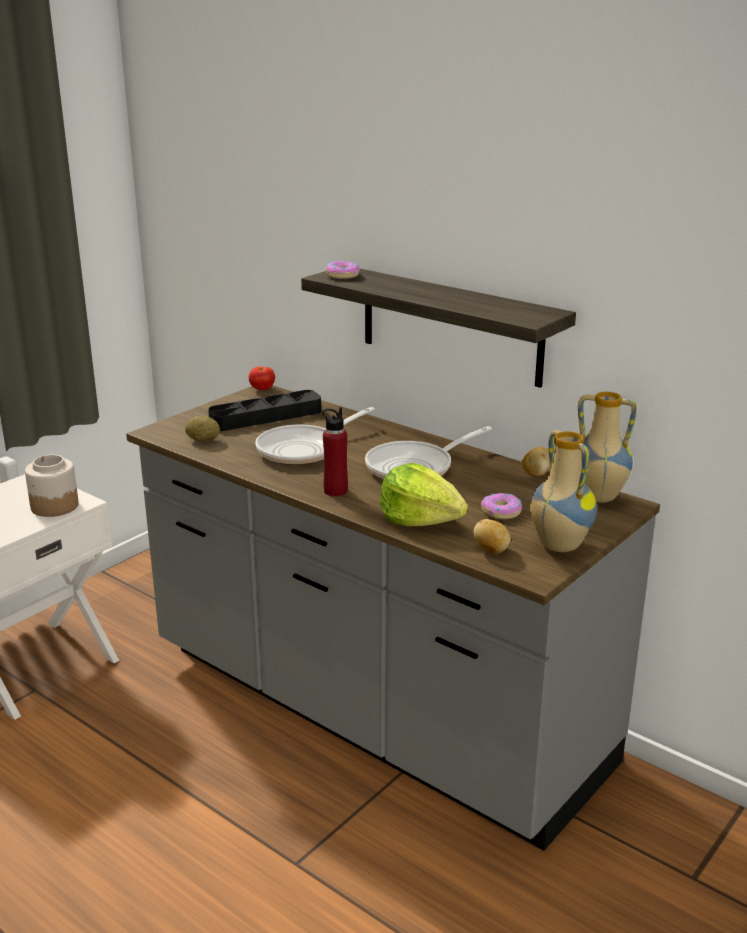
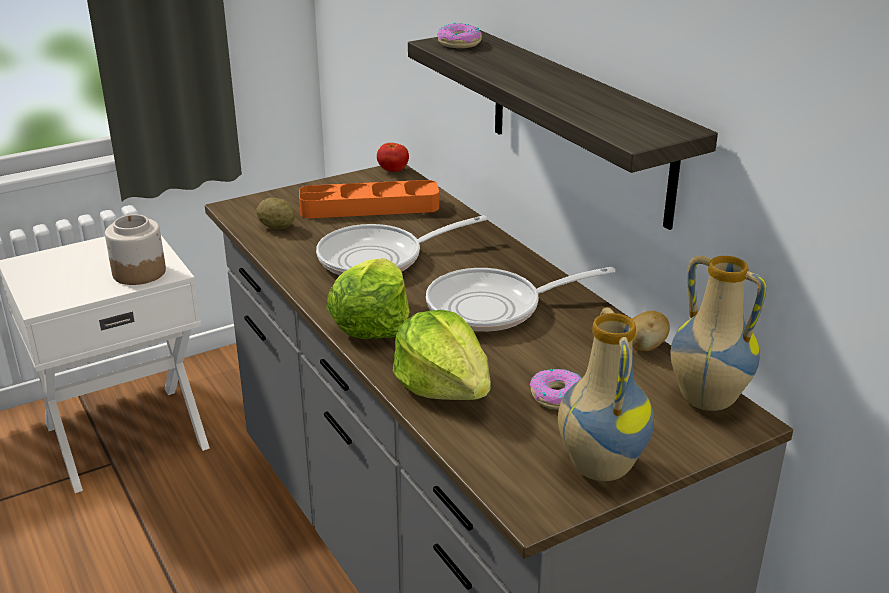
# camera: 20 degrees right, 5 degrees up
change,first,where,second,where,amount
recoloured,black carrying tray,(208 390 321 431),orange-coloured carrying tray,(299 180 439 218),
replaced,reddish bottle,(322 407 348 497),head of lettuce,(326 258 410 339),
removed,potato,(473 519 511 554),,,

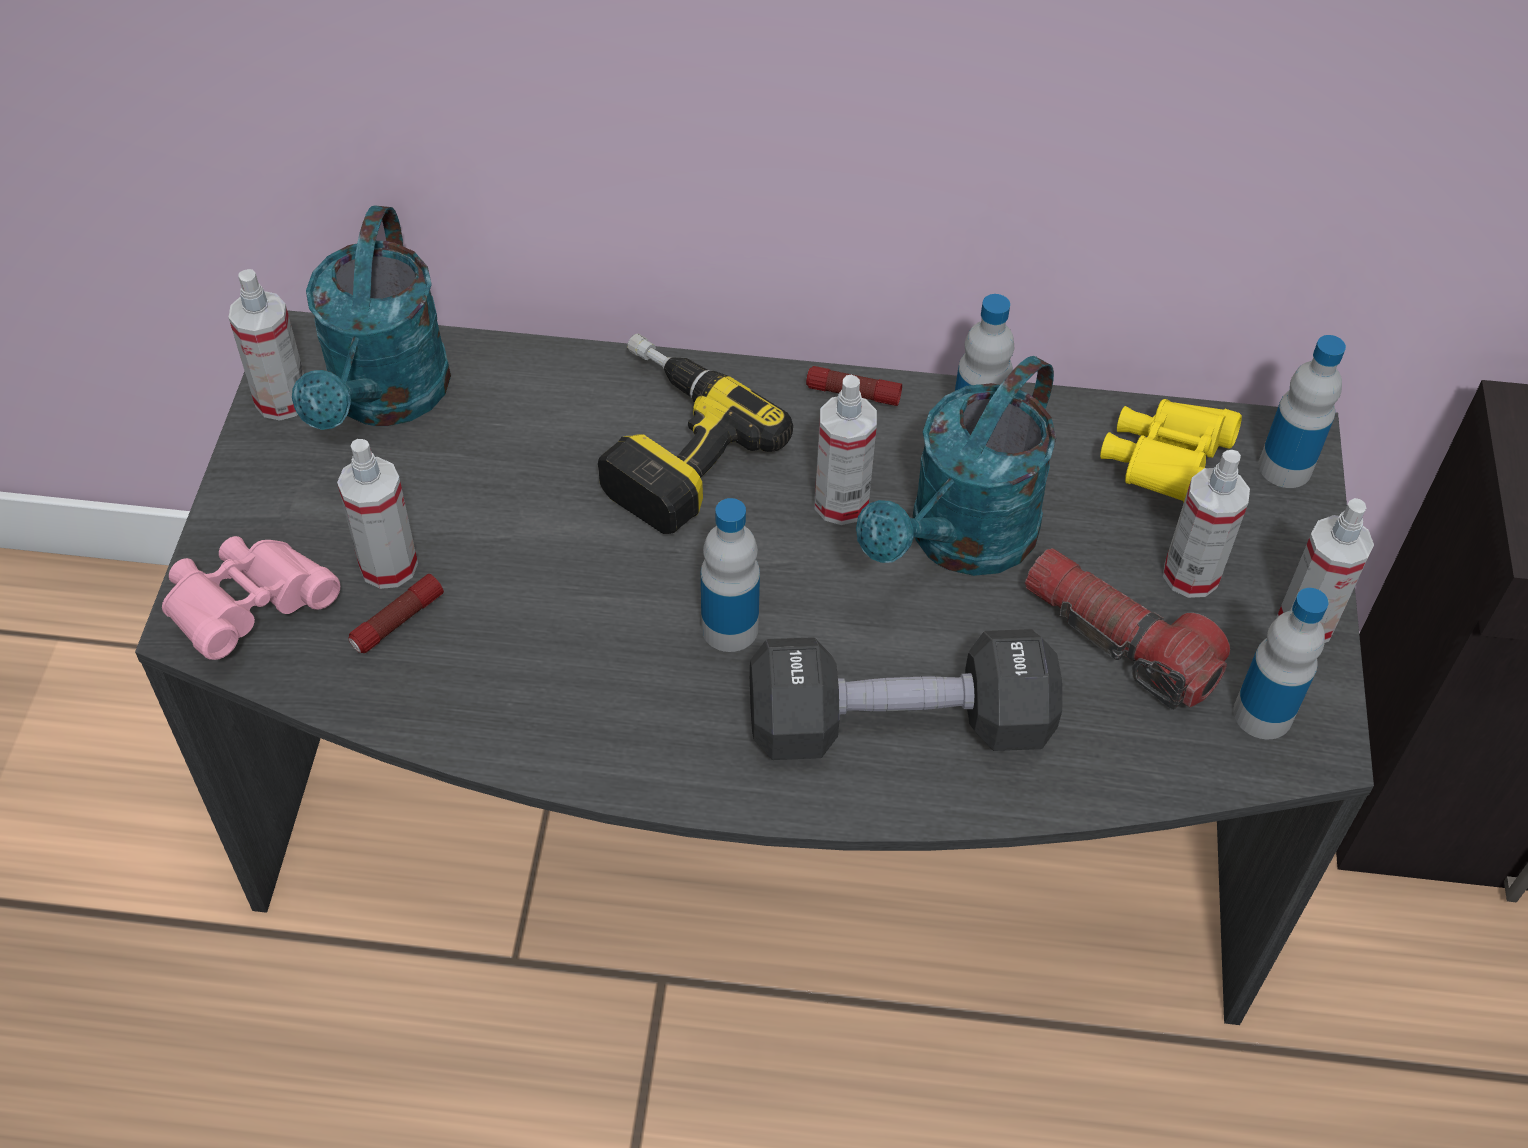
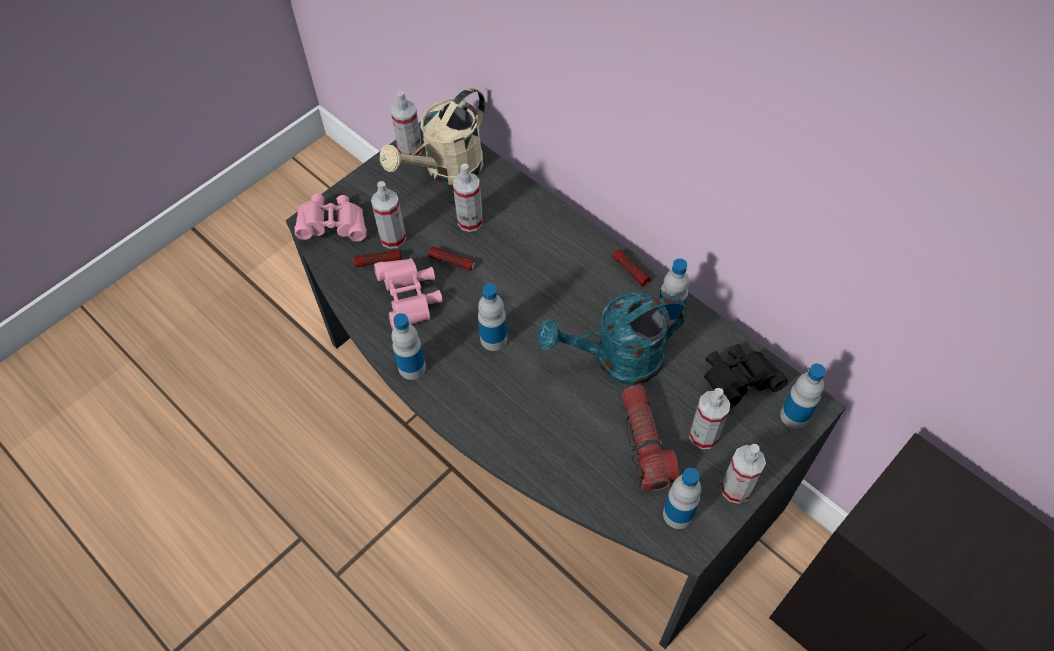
# camera: 40 degrees right, 5 degrees up
change,first,where,second,where,amount
added,,,pink field glasses,(374 258 443 329),
recoloured,blue-green watering can,(292 205 451 430),beige-coloured watering can,(380 87 485 185),
added,,,bottle,(391 313 426 380),
added,,,hand torch,(428 246 475 271),
moved,sprayer,(815 374 877 525),,(453 164 483 232),
recoloured,yellow-coloured field glasses,(1100 399 1242 502),black field glasses,(704 344 788 408),
removed,power drill,(598 334 793 534),,,
removed,black dumbbell,(750 629 1062 760),,,

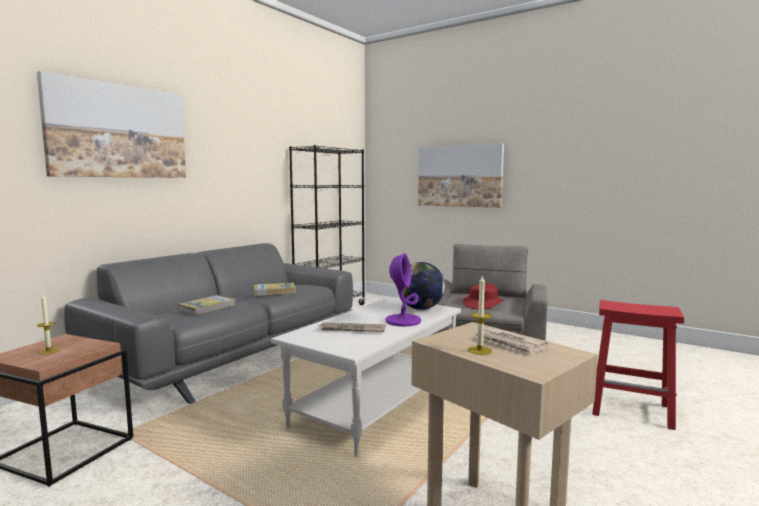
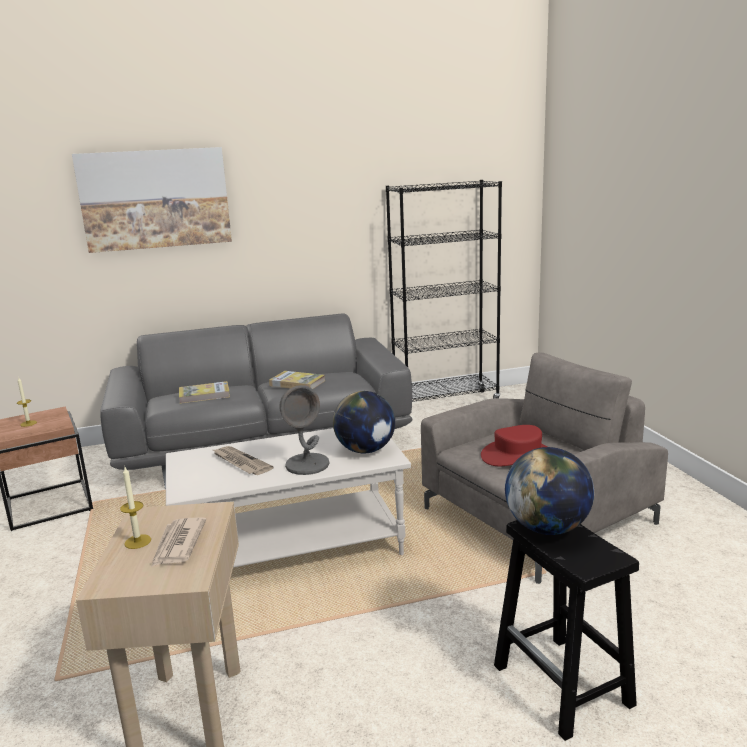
# camera: 40 degrees right, 10 degrees up
change,first,where,second,where,amount
recoloured,purplish tabletop lamp,(385 253 421 326),greyish tabletop lamp,(279 385 330 475),
recoloured,reddish sitting stool,(592 300 684 430),black sitting stool,(494 520 639 741),
added,,,world globe,(505 447 594 535),
removed,wall art,(418 143 504 208),,,

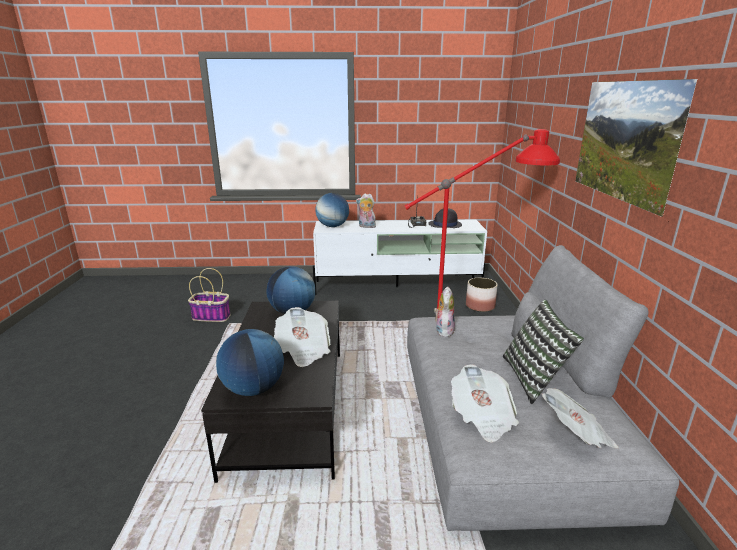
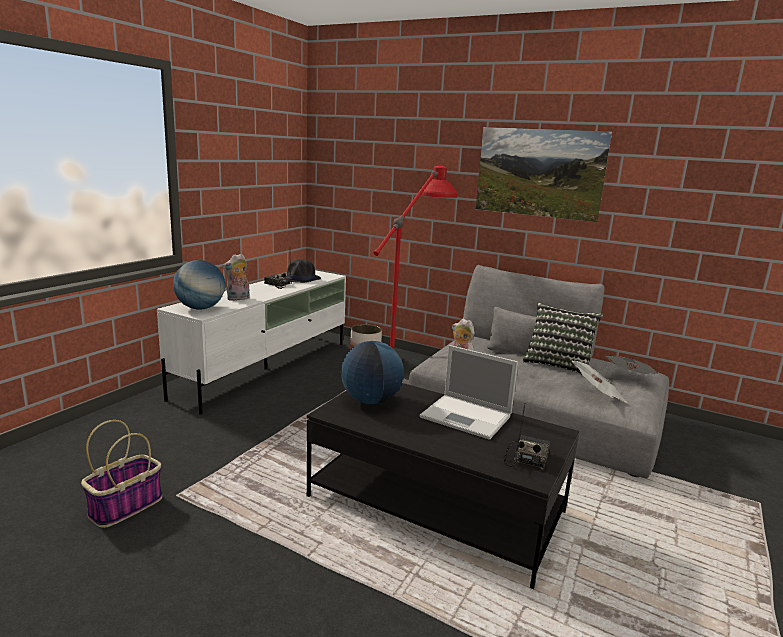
# camera: 60 degrees left, 5 degrees down
change,first,where,second,where,amount
replaced,daily paper,(274 307 331 367),notebook computer,(420 345 518 440),
replaced,world globe,(216 329 284 396),radio receiver,(504 405 550 471),

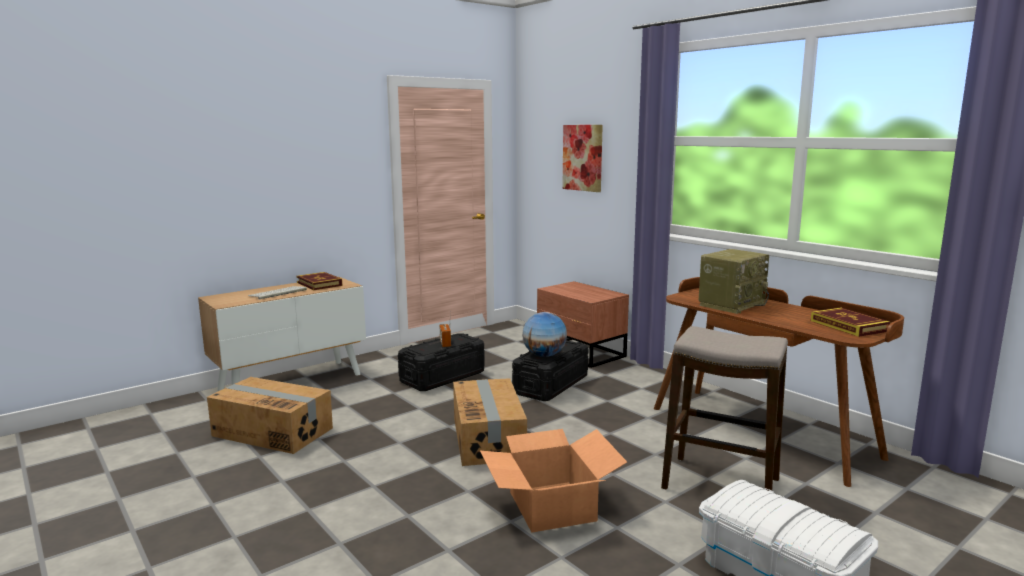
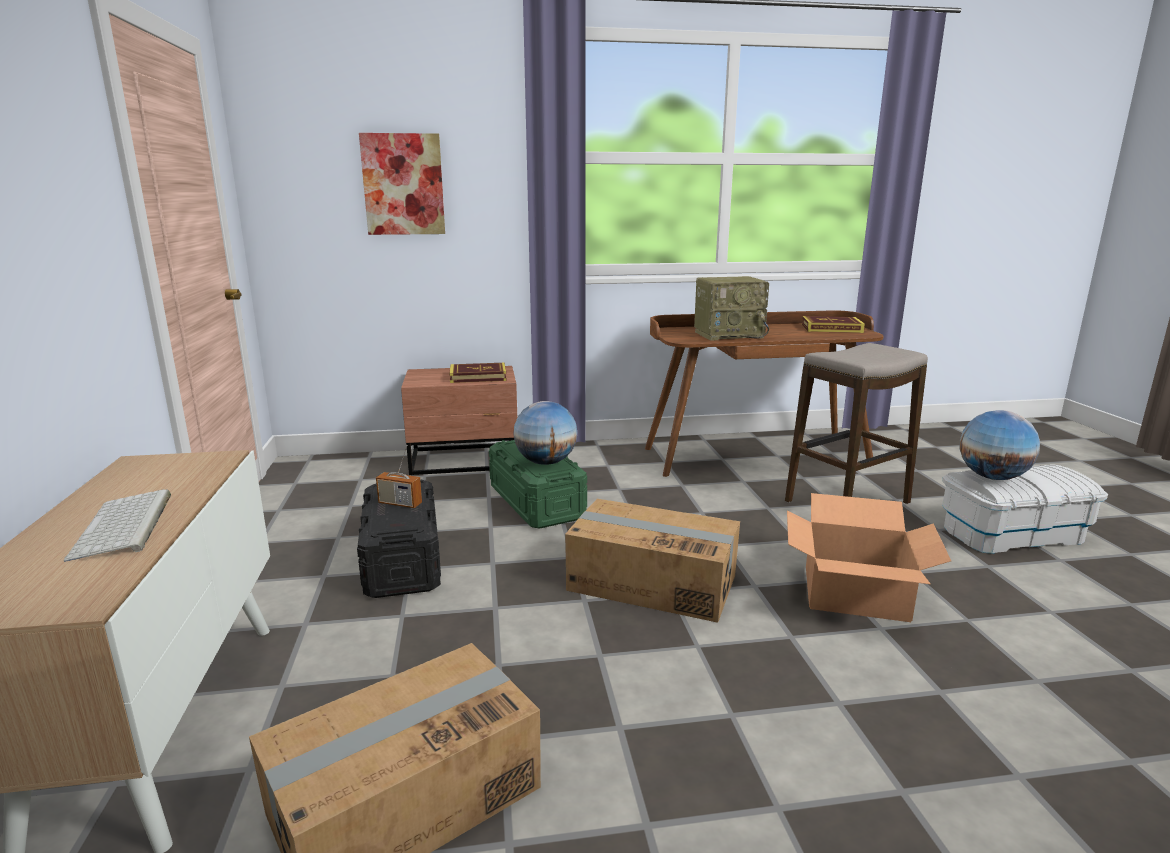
# camera: 60 degrees left, 5 degrees up
change,first,where,second,where,amount
moved,book,(296 272 342 290),,(449 363 506 383),
recoloured,black storage bin,(512 340 588 401),greenish storage bin,(489 440 587 529),
turned,radio receiver,(699 249 769 314),,(694 276 769 341),90 degrees clockwise
added,,,world globe,(960 410 1040 480),

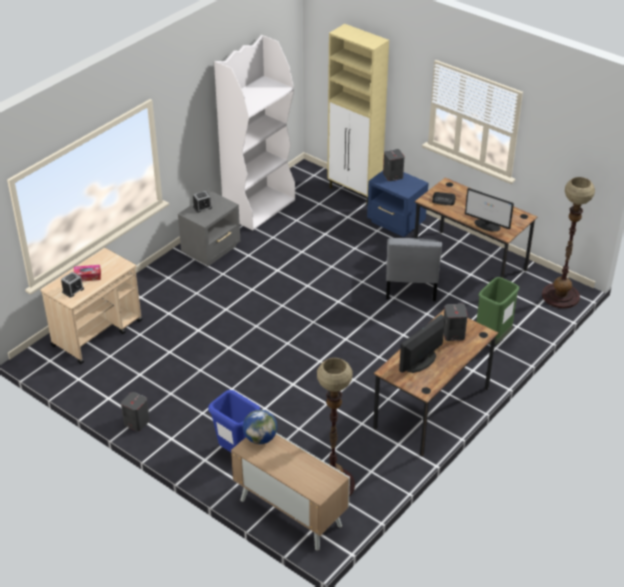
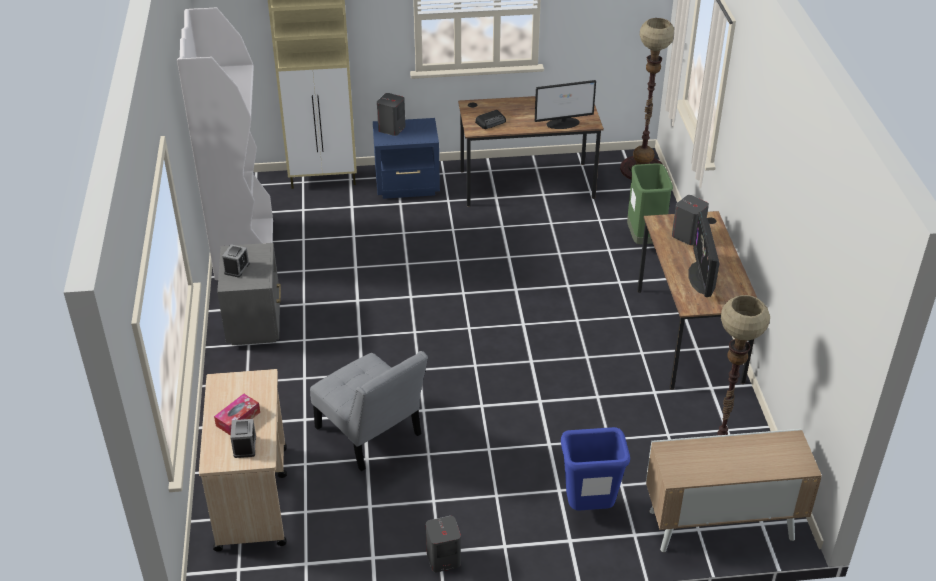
# camera: 45 degrees left, 0 degrees up
change,first,where,second,where,amount
moved,greyish plain chair,(386 238 442 301),,(310 351 428 471),
removed,world globe,(243 410 277 444),,,

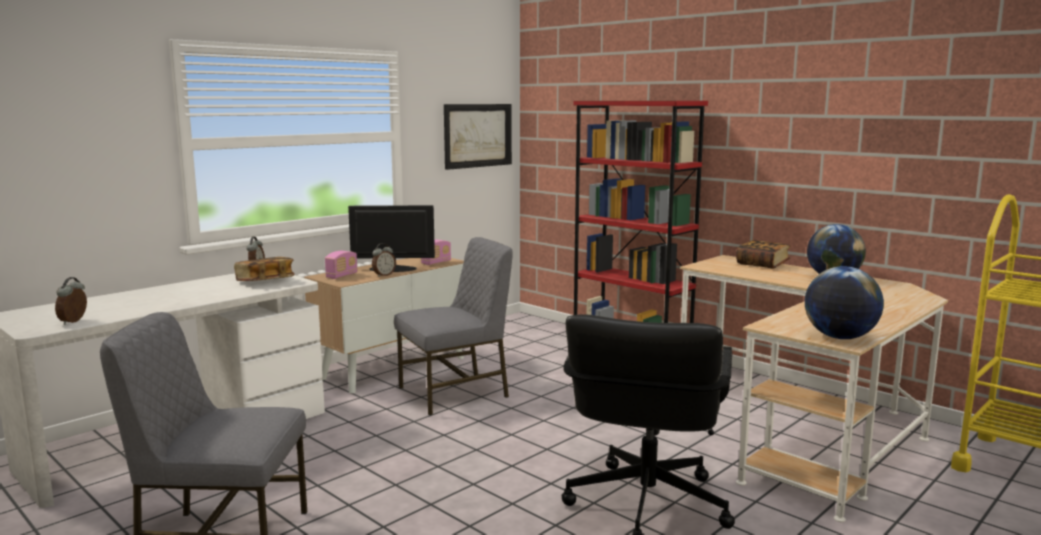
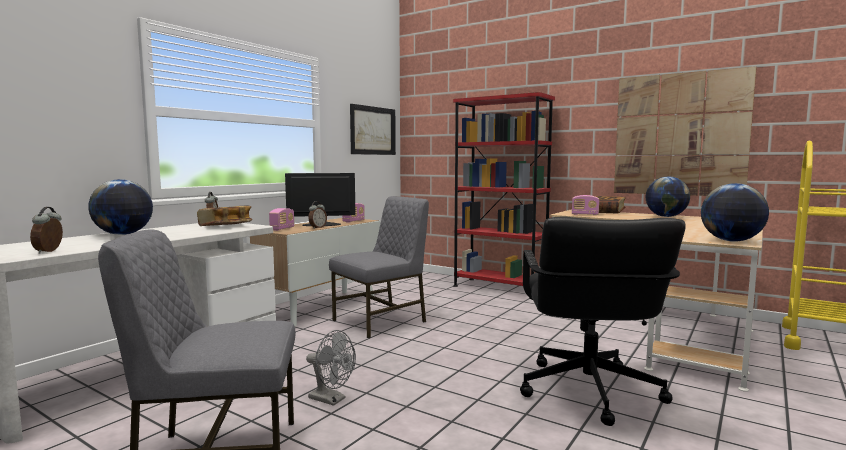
# camera: 10 degrees left, 5 degrees down
change,first,where,second,where,amount
added,,,world globe,(88 179 153 235),
added,,,greyish electric fan,(306 330 356 406),
added,,,radio receiver,(572 195 599 215),
added,,,wall art,(614 67 757 196),

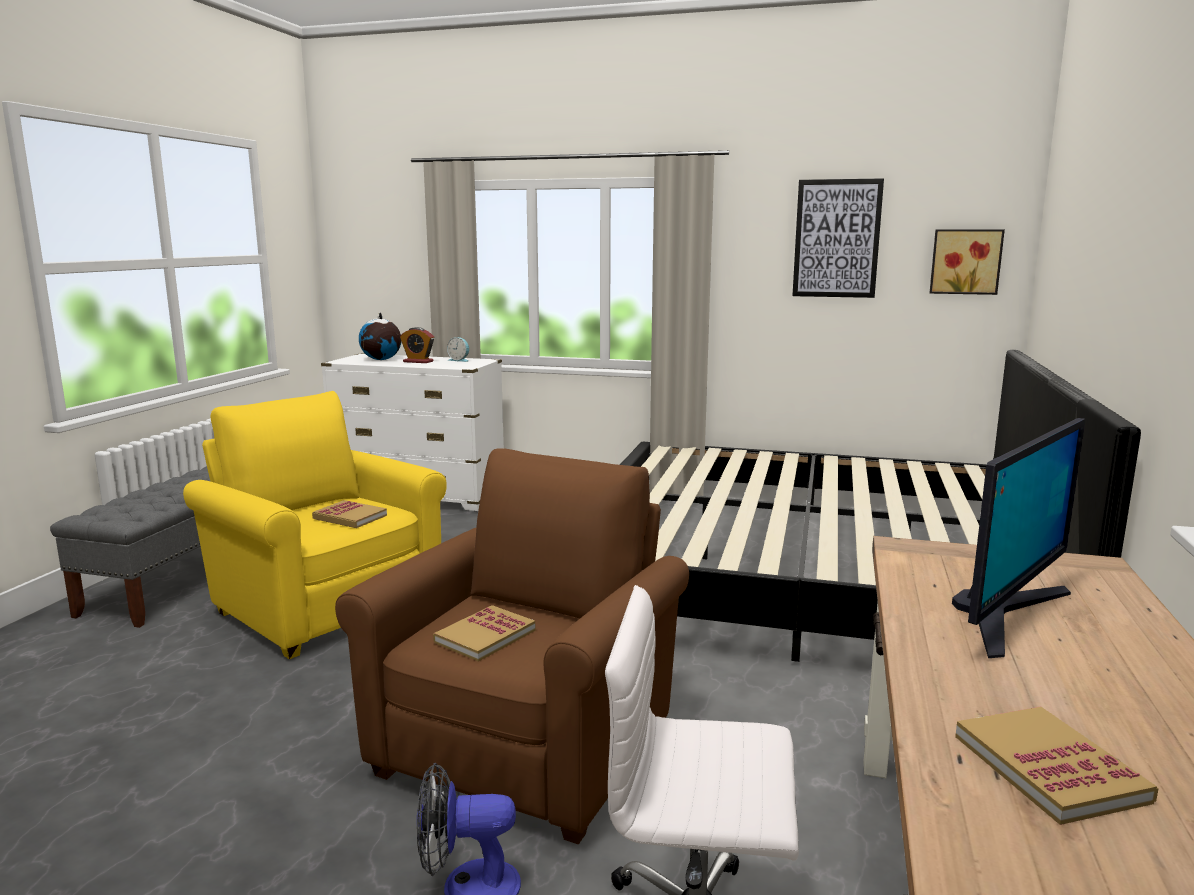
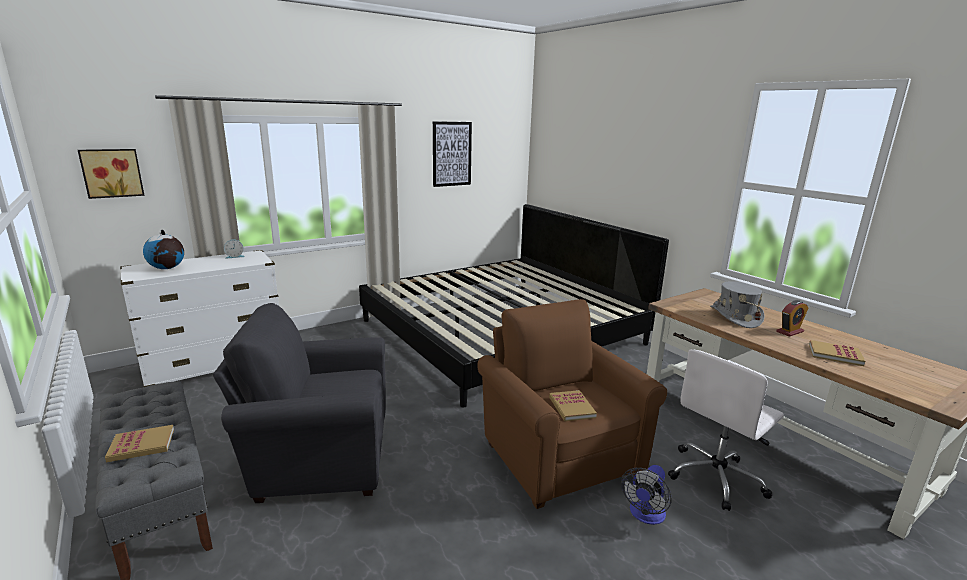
# camera: 50 degrees left, 5 degrees up
change,first,where,second,where,amount
moved,wall art,(930 229 1005 295),,(78 149 145 199),
moved,book,(312 500 387 528),,(105 425 174 462),
recoloured,yellow-coloured lounge chair,(183 391 447 659),greyish lounge chair,(213 303 386 503),
replaced,computer screen,(952 418 1086 658),greyish clothing hat,(710 281 765 328),
moved,alarm clock,(400 327 434 363),,(776 300 808 337),

